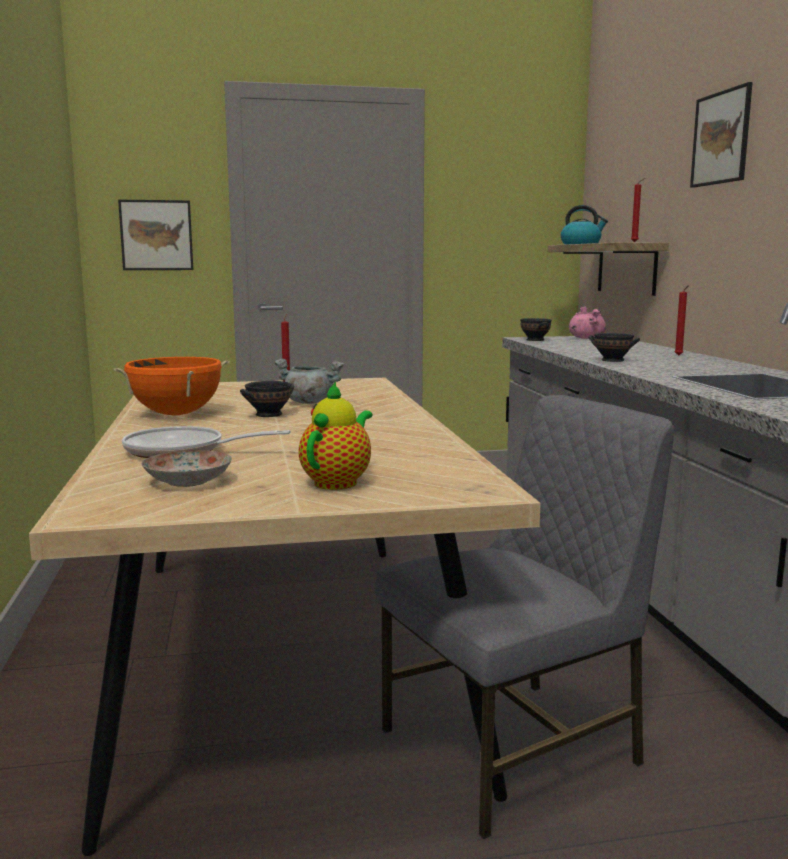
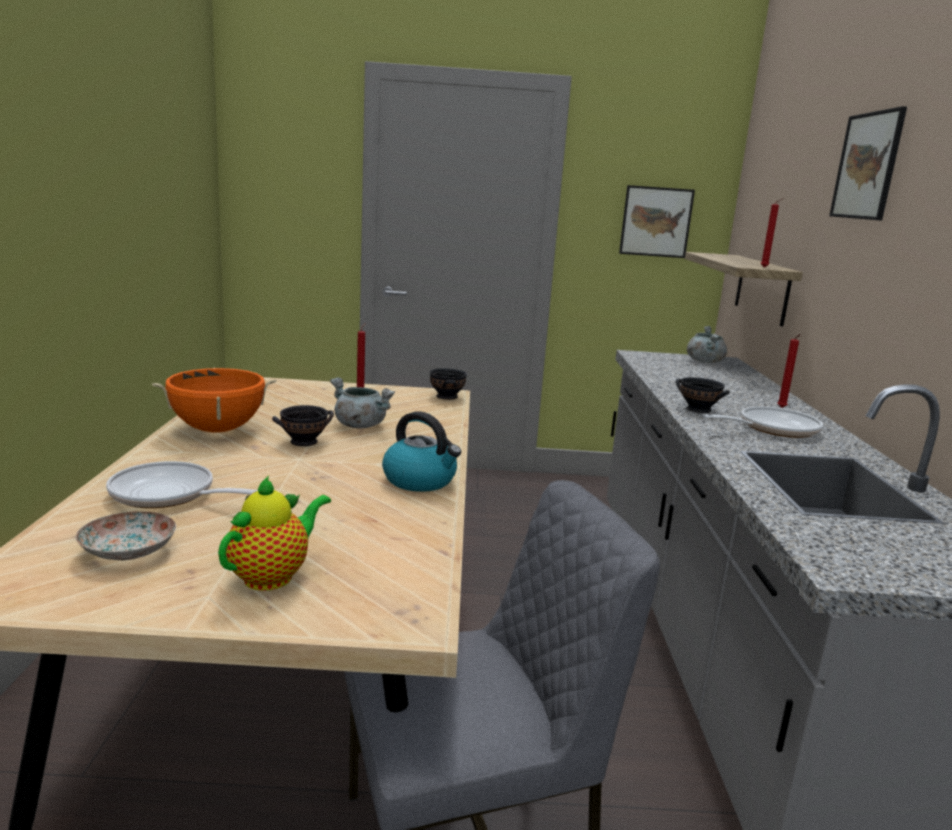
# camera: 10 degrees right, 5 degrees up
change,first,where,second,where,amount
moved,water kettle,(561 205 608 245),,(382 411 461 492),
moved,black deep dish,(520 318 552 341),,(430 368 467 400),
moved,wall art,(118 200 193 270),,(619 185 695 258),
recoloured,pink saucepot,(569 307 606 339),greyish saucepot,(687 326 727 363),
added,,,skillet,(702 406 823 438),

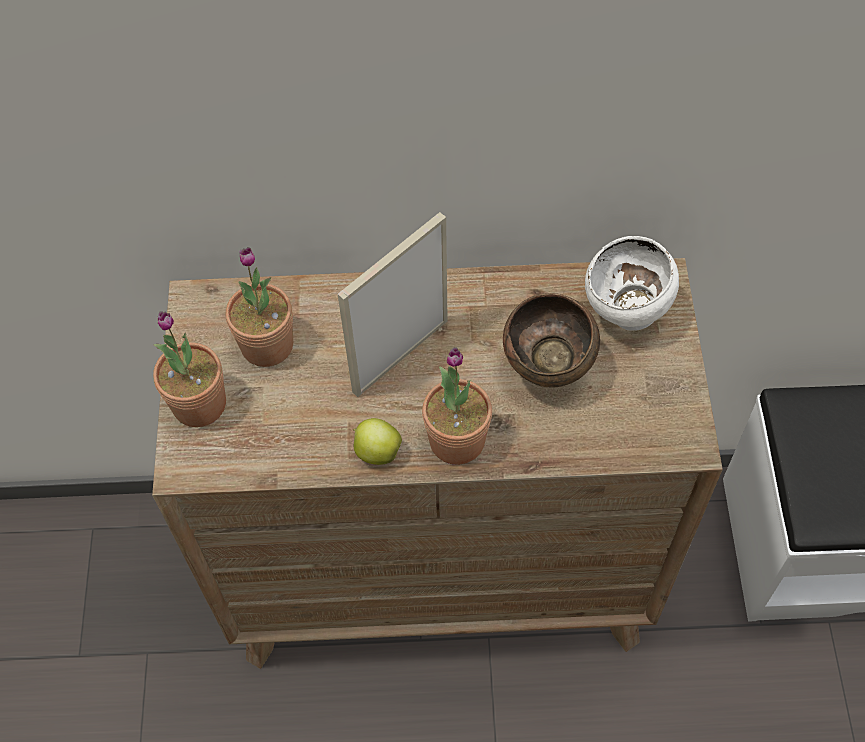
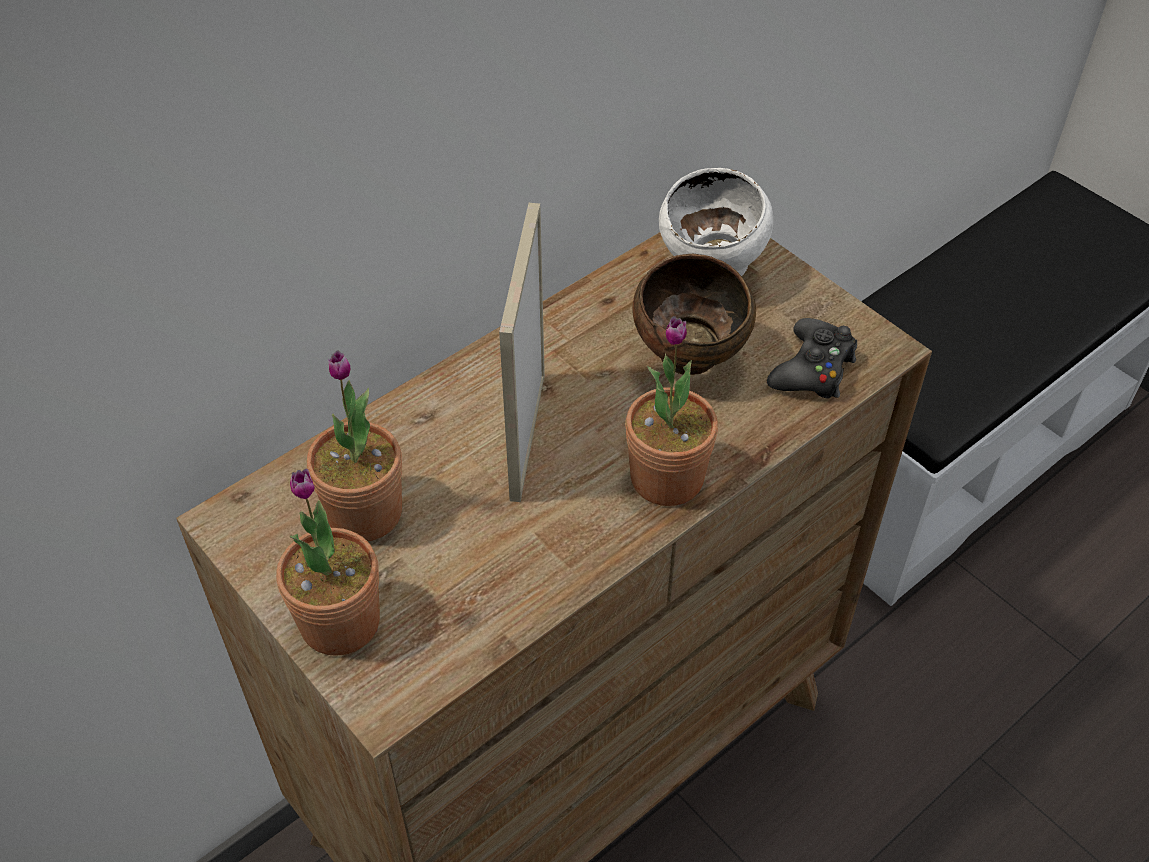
# camera: 40 degrees left, 10 degrees down
change,first,where,second,where,amount
added,,,black game controller,(767 318 857 399),
removed,apple,(353 418 402 465),,,

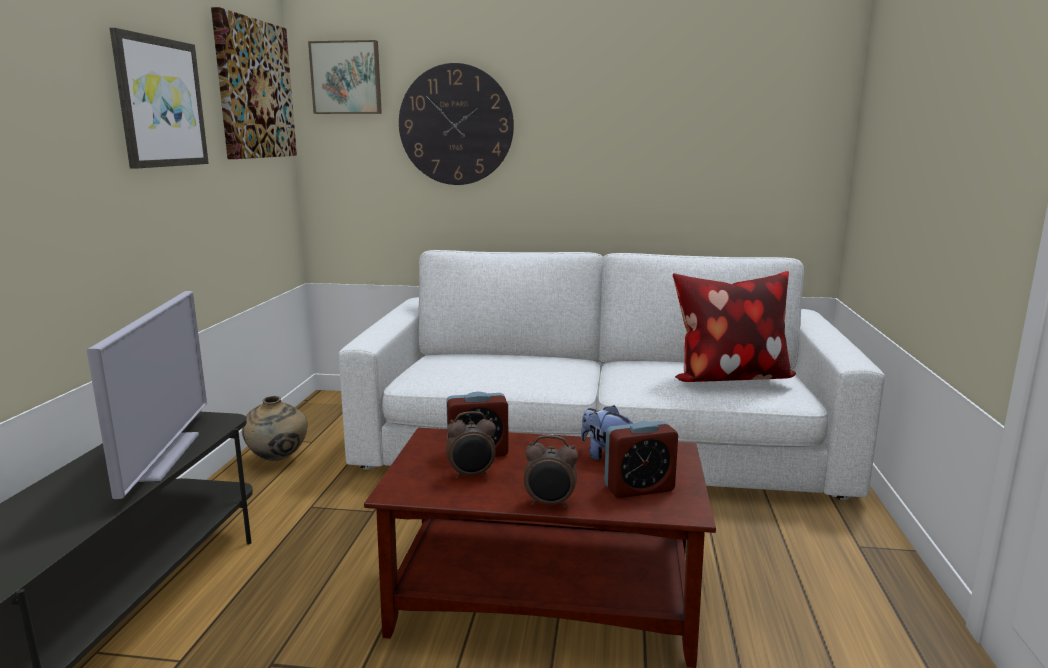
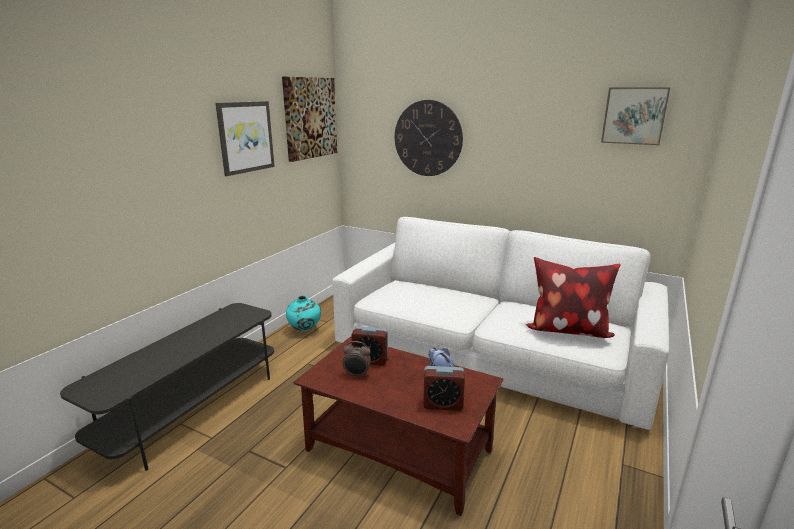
# camera: 20 degrees right, 5 degrees up
change,first,where,second,where,amount
recoloured,beige-coloured decorative vase,(242 396 308 461),blue-green decorative vase,(286 296 321 331),
moved,wall art,(308 40 382 114),,(601 88 670 145),
removed,TV,(87 291 207 499),,,
removed,alarm clock,(524 435 578 508),,,

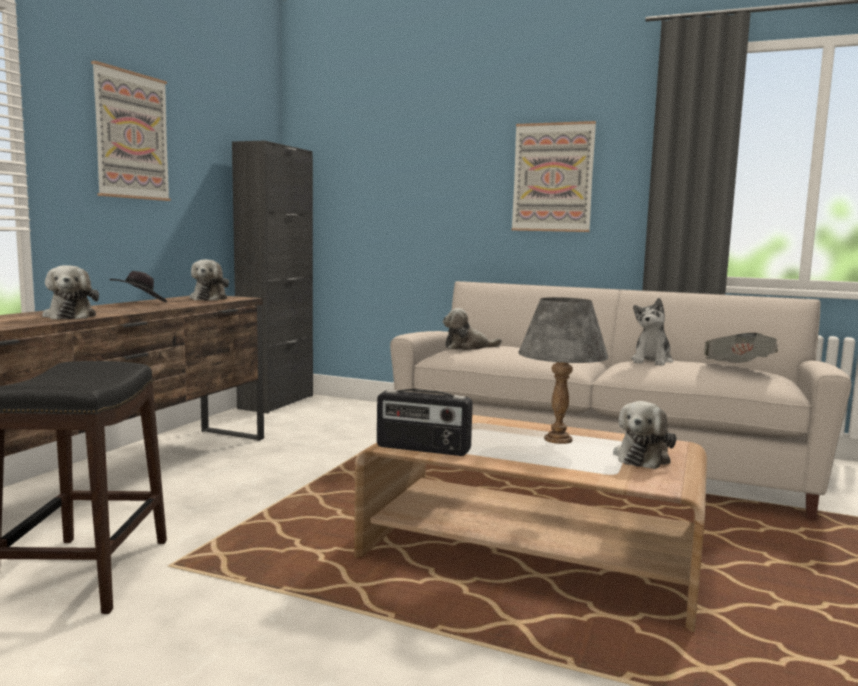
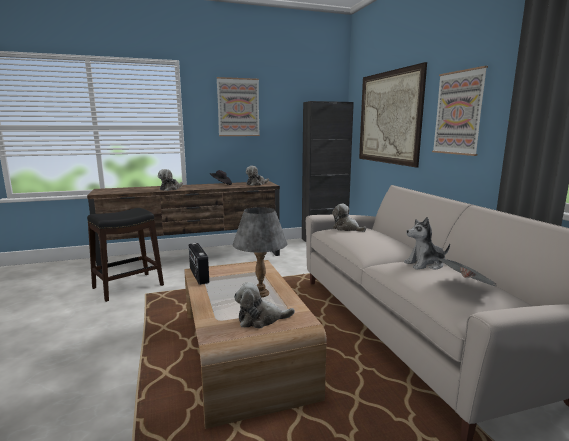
# camera: 50 degrees right, 5 degrees up
change,first,where,second,where,amount
added,,,wall art,(359 62 427 167),

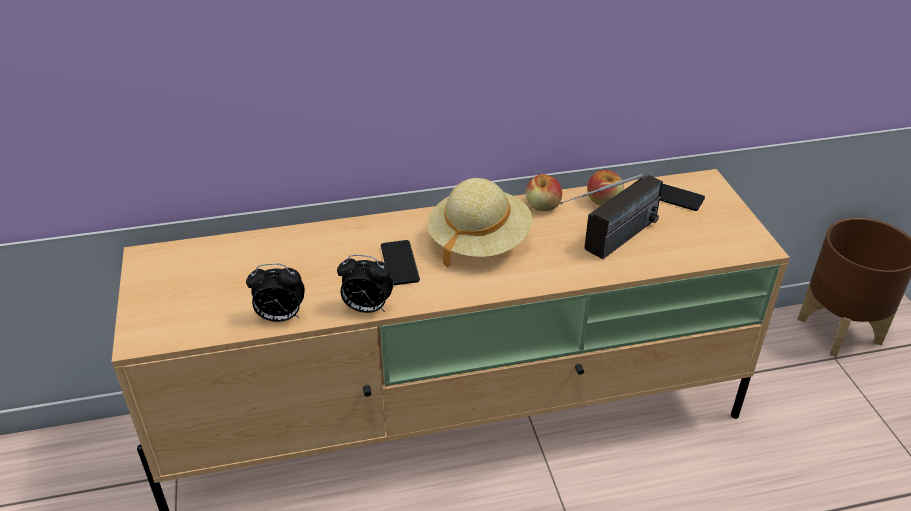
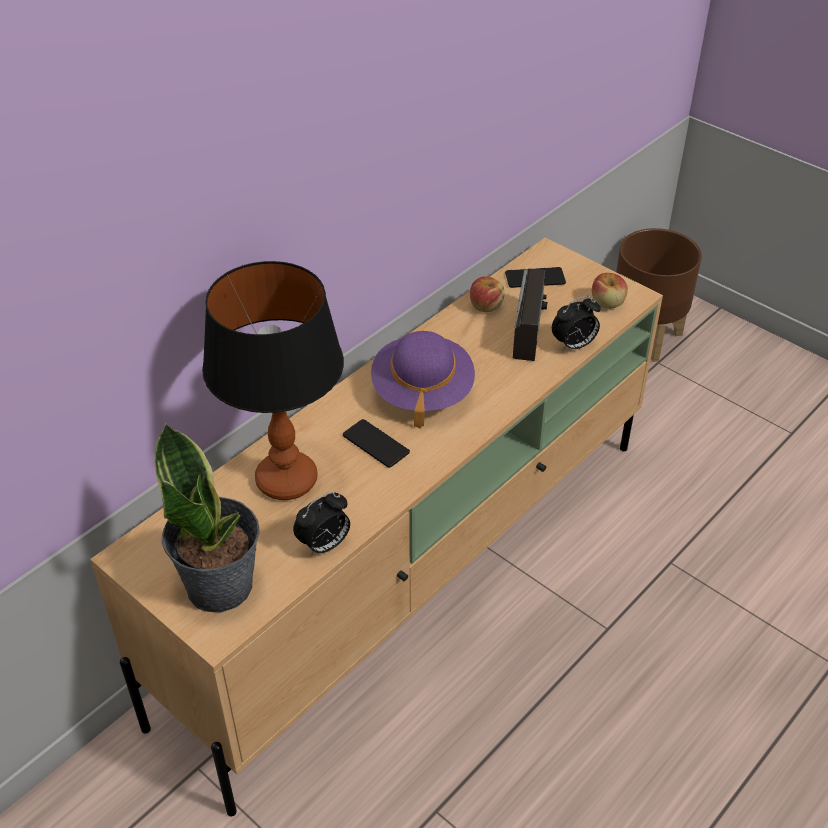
# camera: 35 degrees left, 5 degrees up
change,first,where,second,where,amount
added,,,potted plant,(154 423 260 613),
added,,,tabletop lamp,(202 261 344 500),
recoloured,beige-coloured clothing hat,(427 178 533 268),purplish clothing hat,(371 331 475 429),
moved,alarm clock,(337 255 394 313),,(552 296 601 351),
moved,apple,(526 174 562 211),,(592 273 628 309),

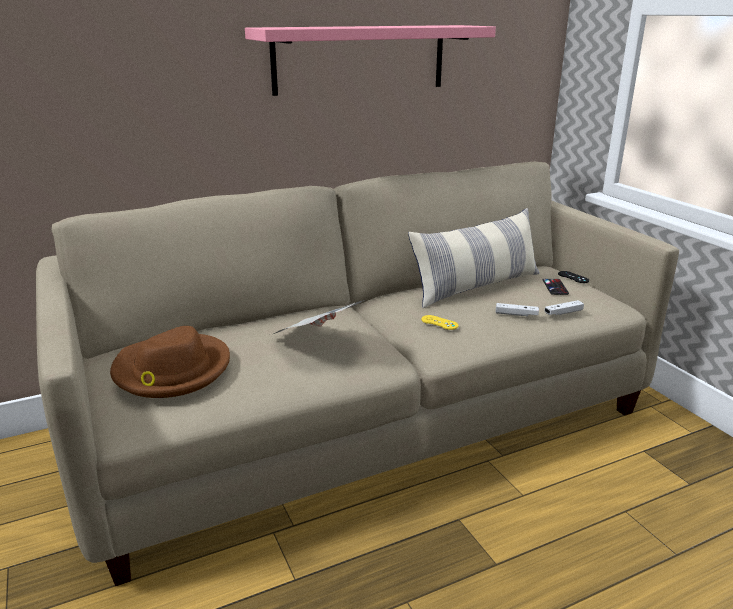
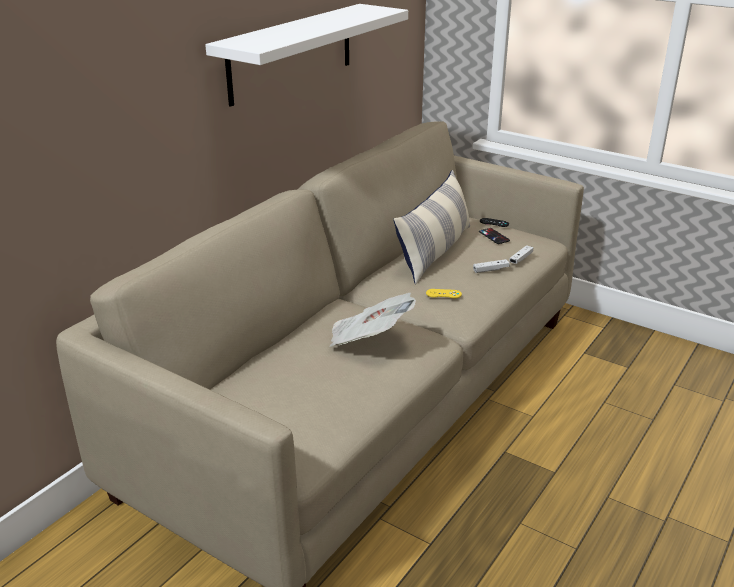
# camera: 30 degrees left, 5 degrees up
change,first,where,second,where,amount
recoloured,pink shelf,(245 25 496 96),whitish shelf,(205 4 408 107),
removed,brown clothing hat,(110 326 230 398),,,

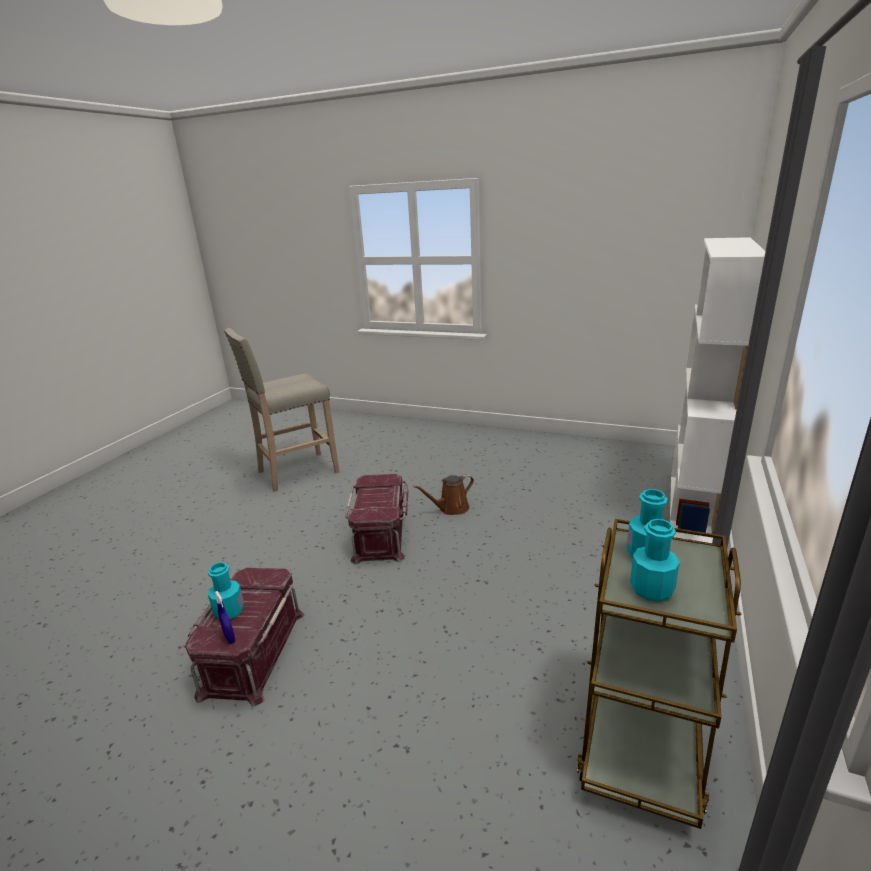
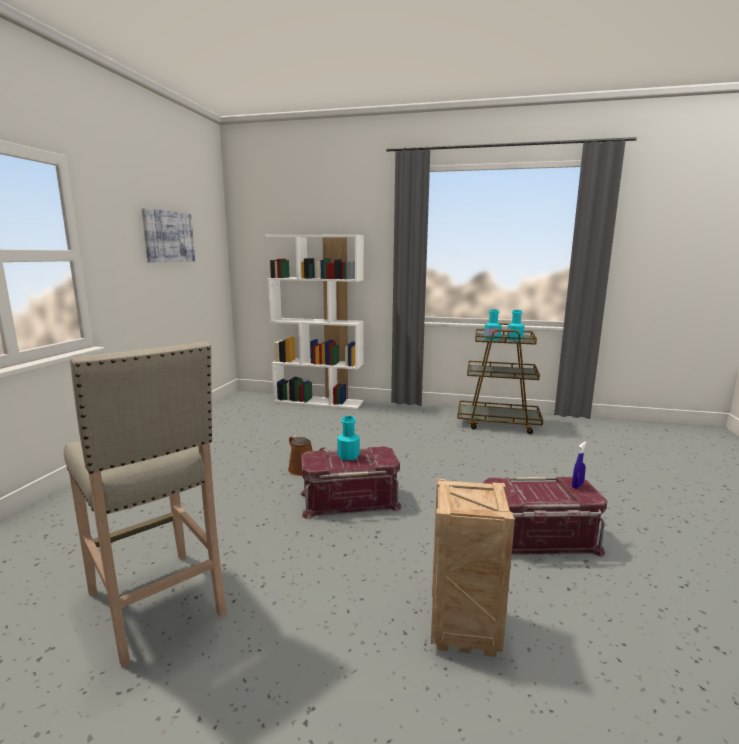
# camera: 100 degrees left, 10 degrees down
change,first,where,second,where,amount
added,,,wall art,(142 208 195 262),
moved,blue-green bottle,(208 562 244 619),,(337 416 360 460),
added,,,shipping crate,(431 479 515 657),

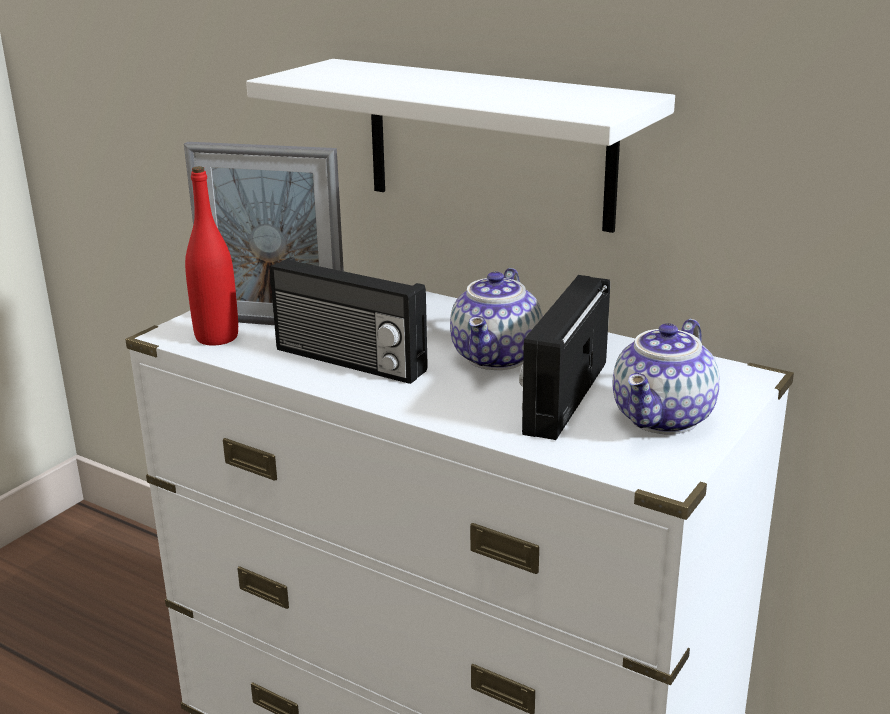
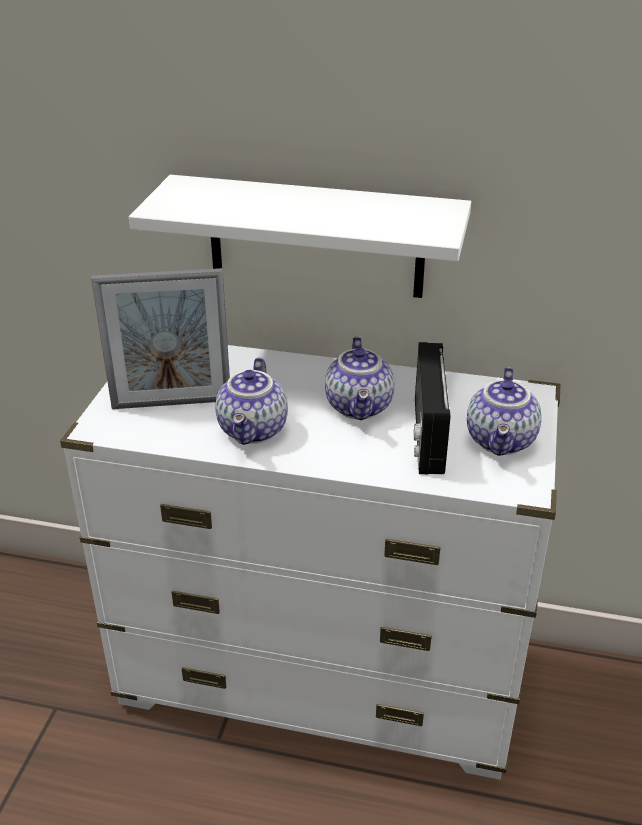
# camera: 20 degrees left, 10 degrees up
change,first,where,second,where,amount
replaced,radio receiver,(270 257 428 384),pot for tea,(216 357 288 445),
removed,reddish bottle,(185 166 238 346),,,

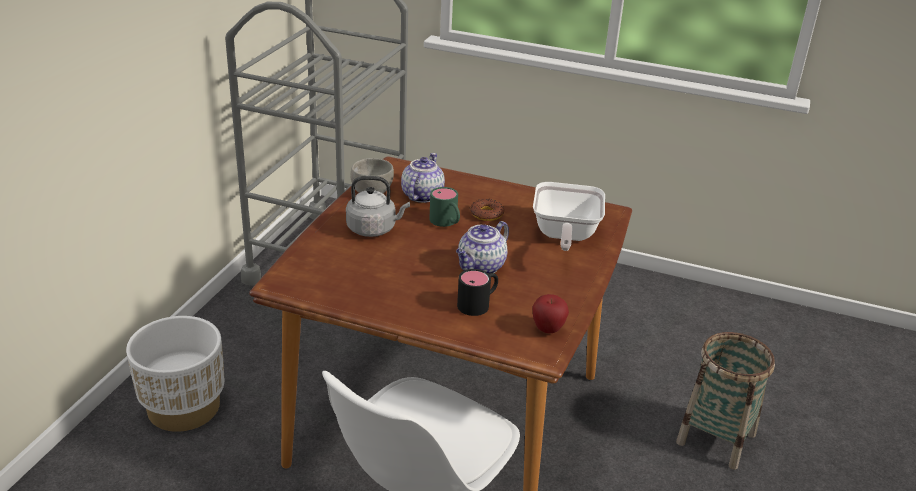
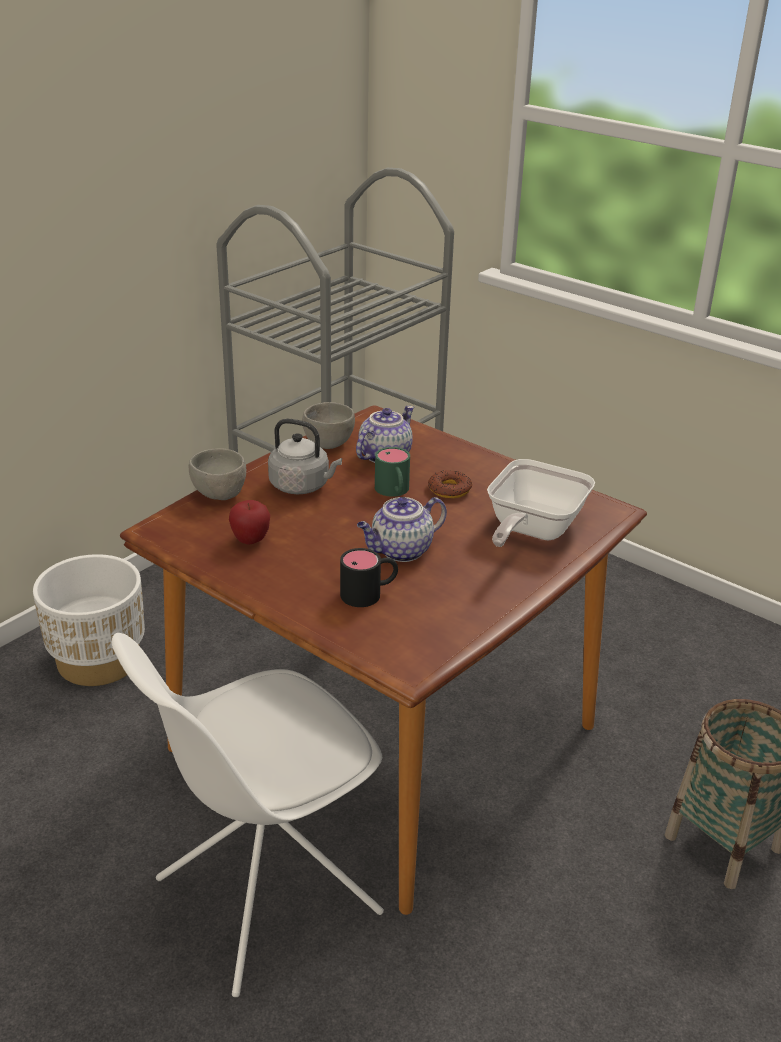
# camera: 20 degrees right, 0 degrees up
change,first,where,second,where,amount
added,,,greyish deep dish,(189 448 246 500),
moved,apple,(532 294 569 333),,(229 500 270 544),

